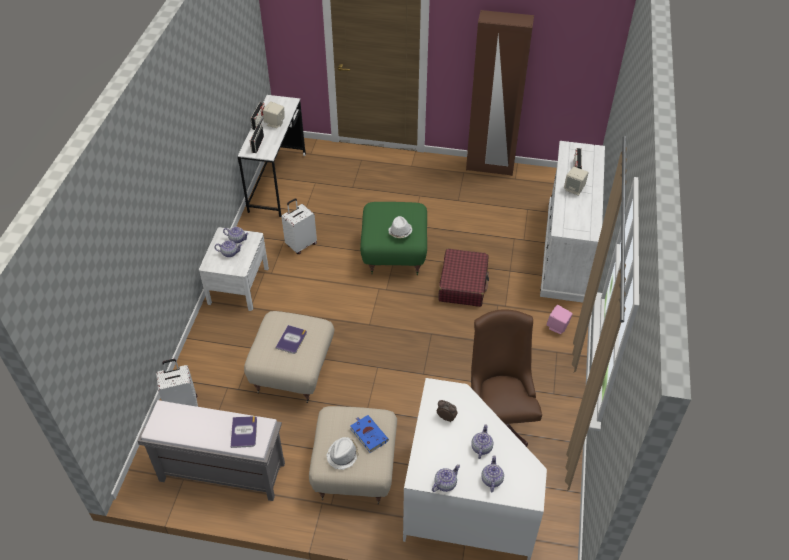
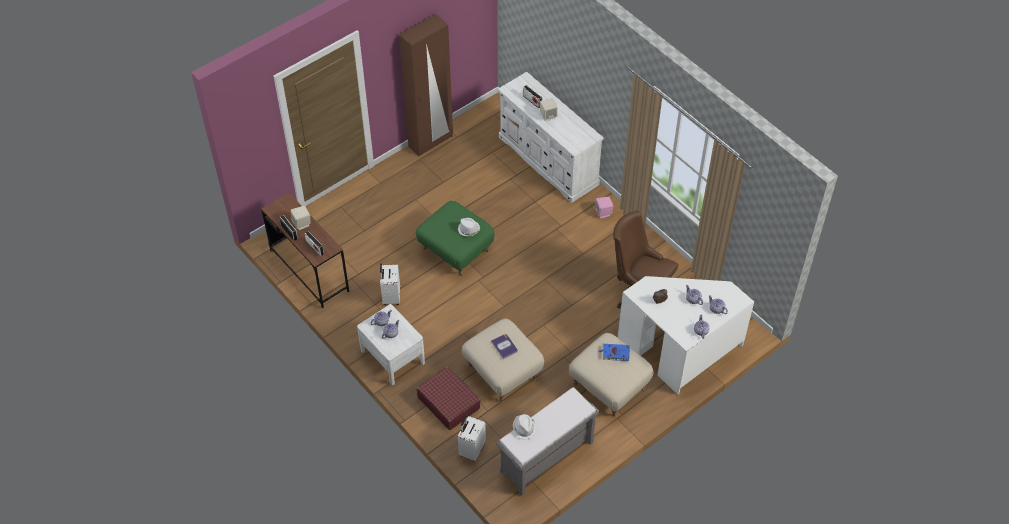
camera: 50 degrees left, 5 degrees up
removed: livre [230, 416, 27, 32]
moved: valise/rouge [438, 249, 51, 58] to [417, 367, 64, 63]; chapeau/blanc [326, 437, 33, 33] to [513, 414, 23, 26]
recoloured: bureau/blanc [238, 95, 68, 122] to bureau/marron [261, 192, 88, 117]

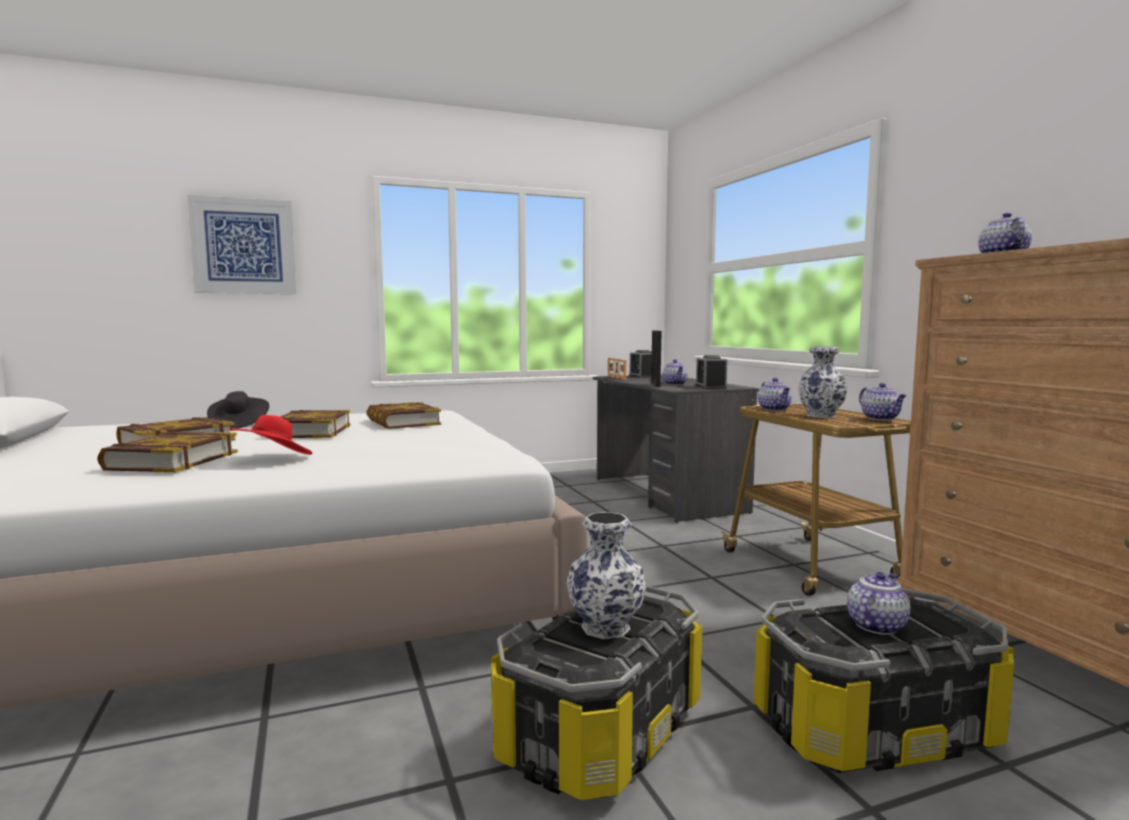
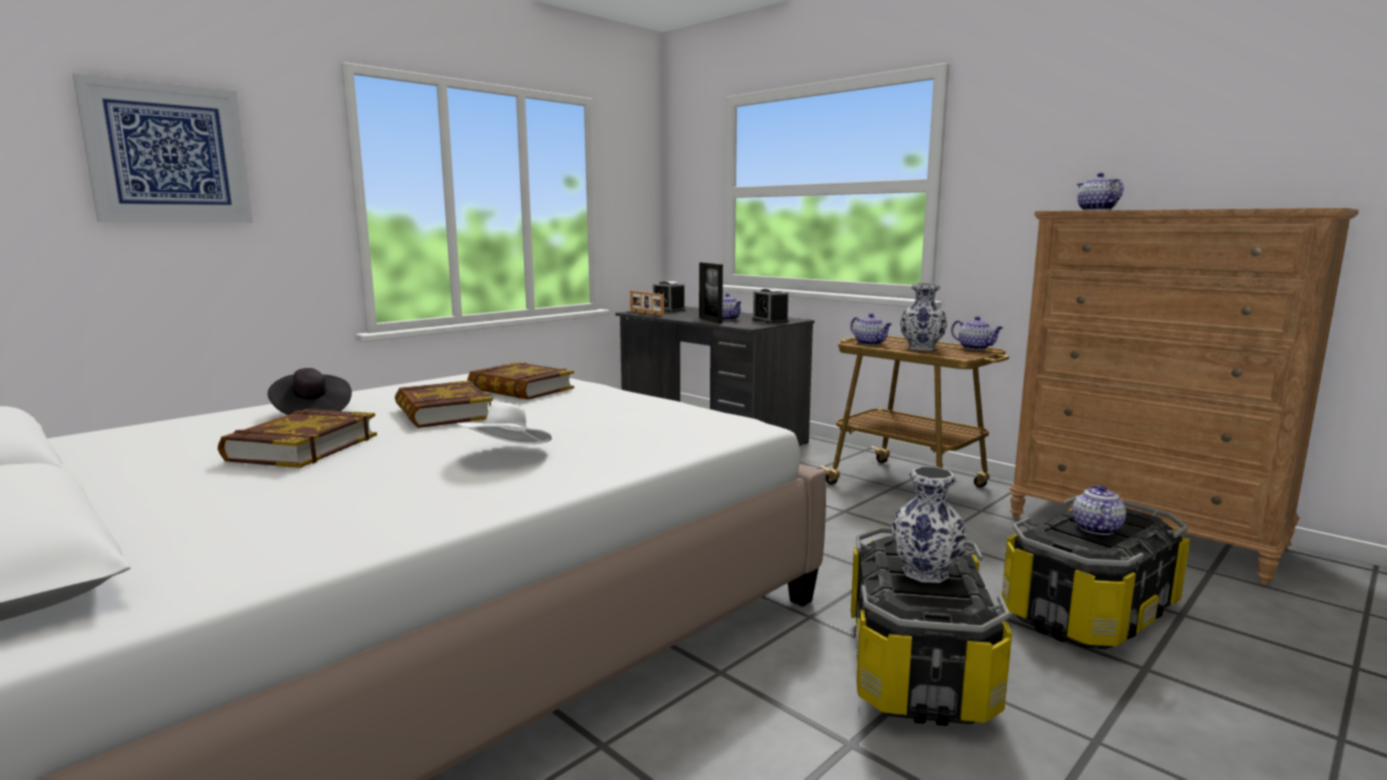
camera: 25 degrees left, 5 degrees up
removed: livre [97, 432, 141, 41]
recoloured: chapeau/rouge [228, 415, 84, 40] to chapeau/blanc [457, 403, 95, 41]

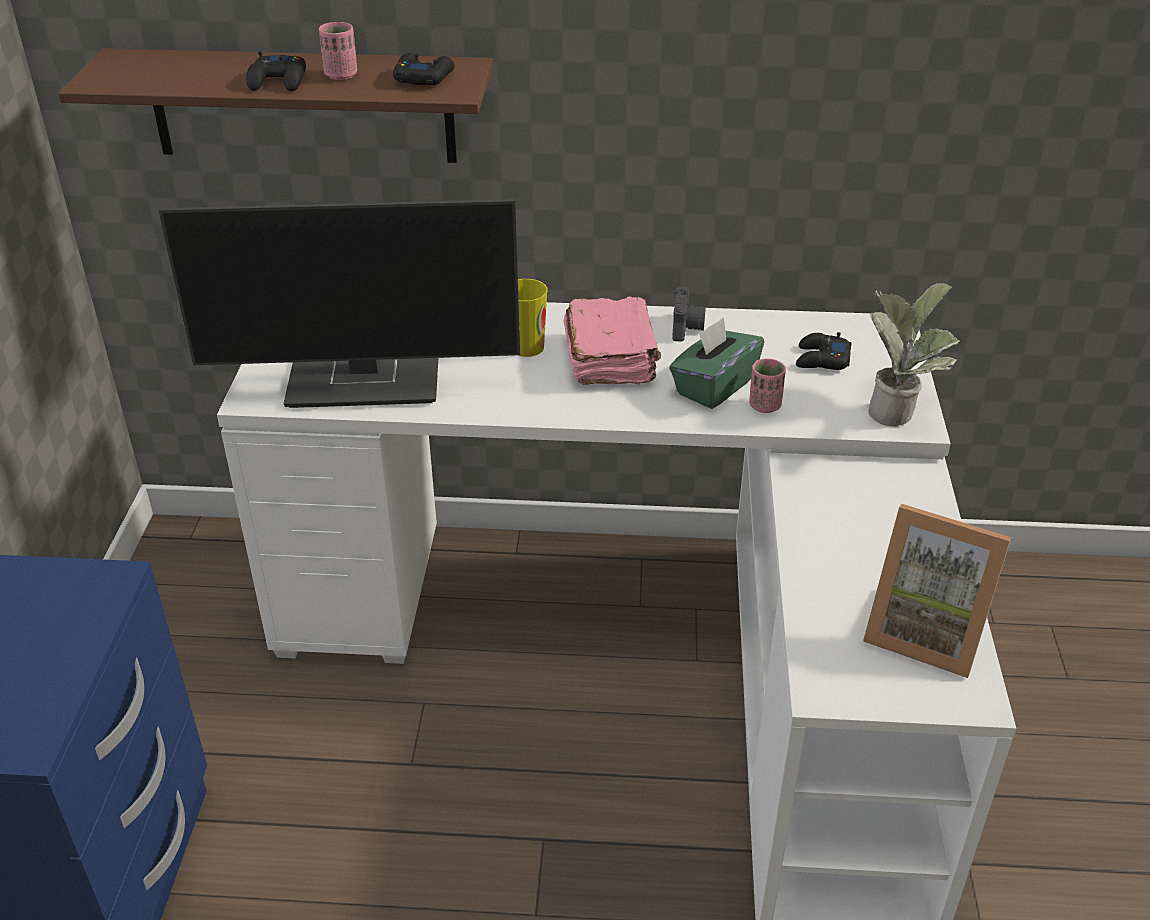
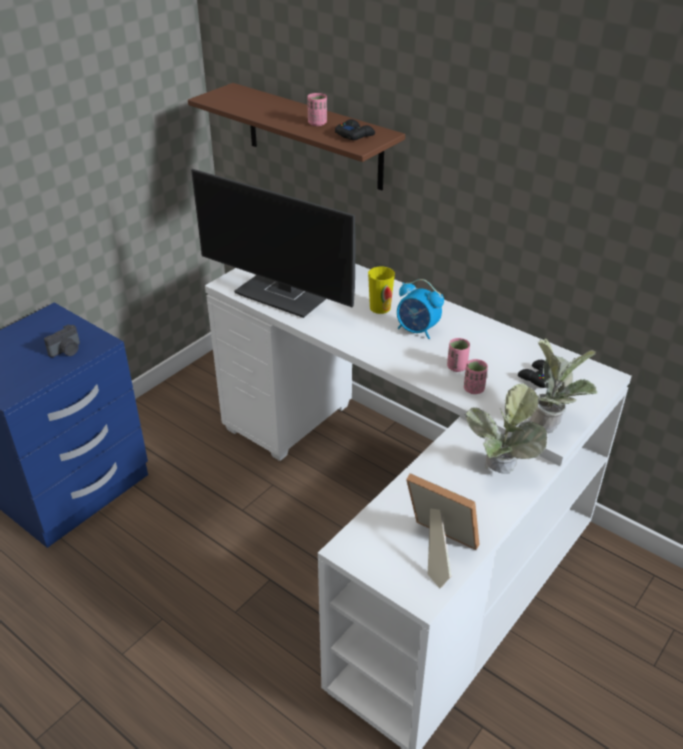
camera: 35 degrees right, 0 degrees up
removed: manette/noir [246, 51, 60, 41]
added: plante en pot [465, 383, 82, 91]
moved: appareil photo [672, 287, 34, 55] to [44, 324, 36, 34]
replaced: livre/rose [563, 296, 98, 89] to réveil [397, 279, 47, 60]; boîte à mouchoirs/vert [669, 317, 95, 92] to tasse/rose [447, 338, 23, 34]
turned: cadre photo [863, 504, 148, 174] = [406, 473, 73, 115] 150 degrees clockwise

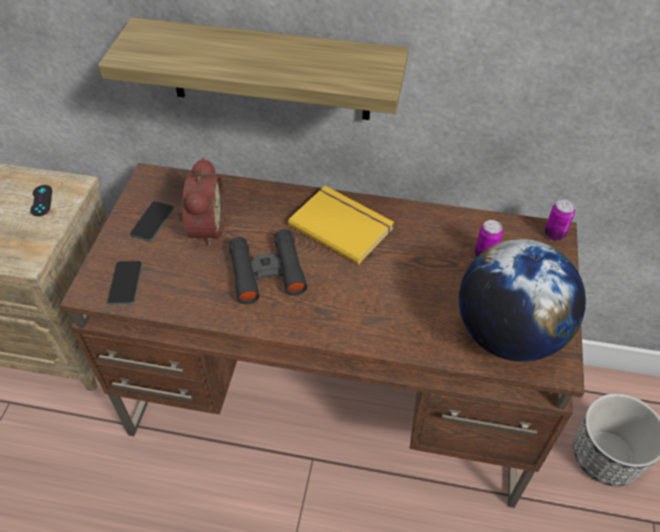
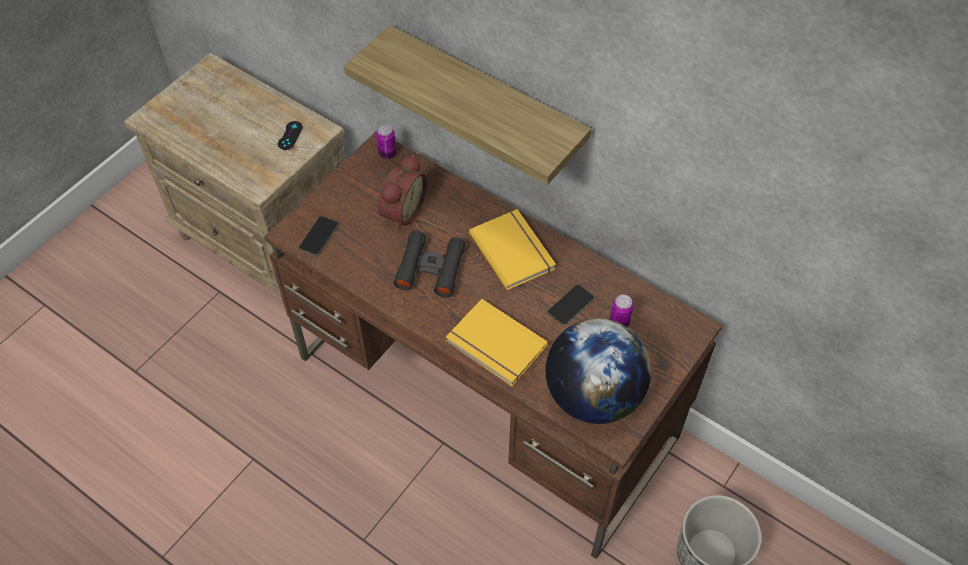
camera: 25 degrees right, 5 degrees up
added: livre/jaune [446, 299, 102, 87]
moved: boîte métallique [545, 199, 30, 41] to [376, 124, 20, 35]; téléphone [130, 201, 44, 40] to [547, 285, 47, 40]

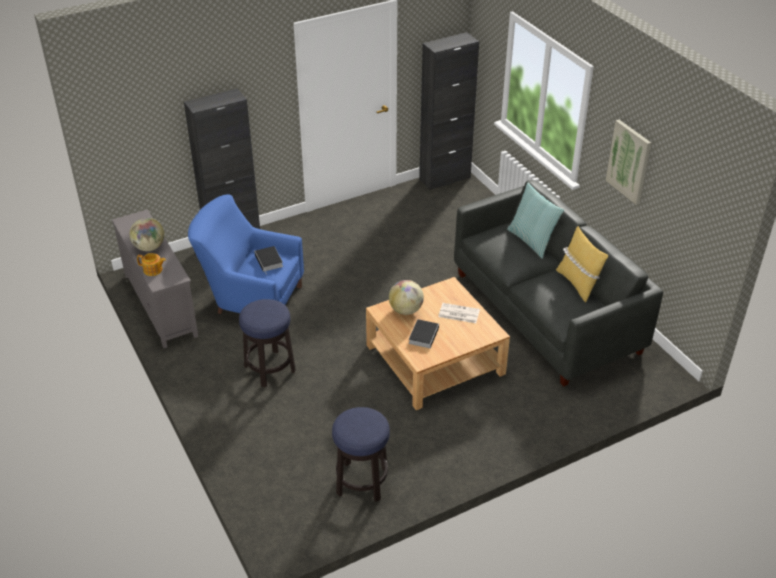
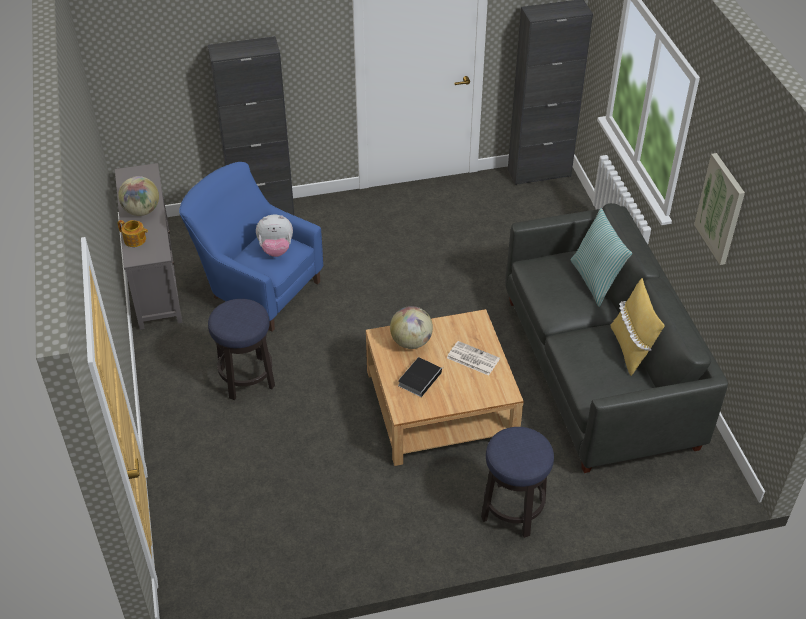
camera: 15 degrees right, 5 degrees up
moved: tabouret [332, 407, 58, 95] to [481, 427, 73, 111]
replaced: livre [254, 246, 29, 28] to peluche [256, 215, 37, 42]

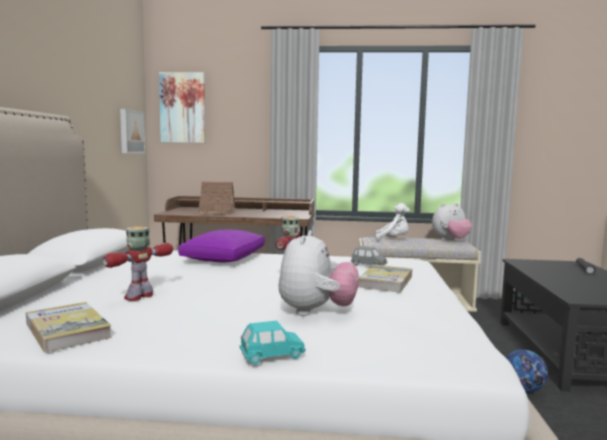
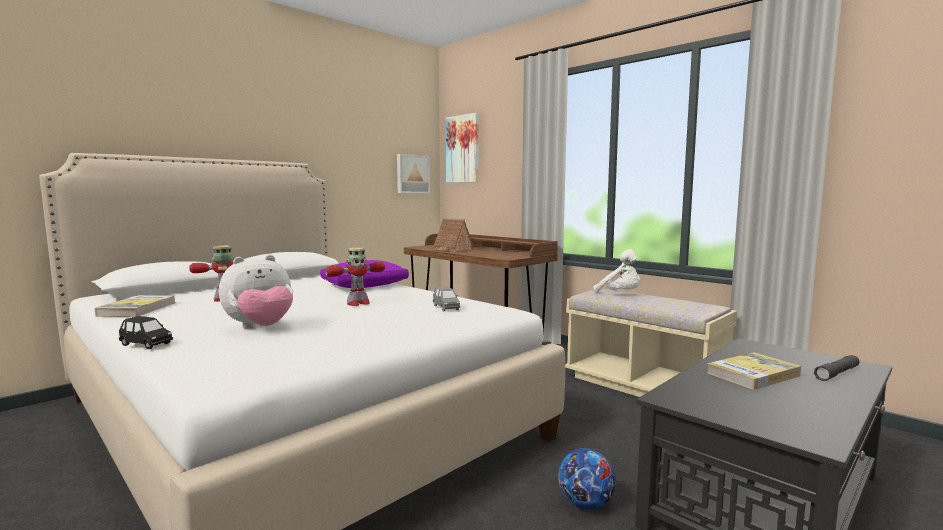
camera: 40 degrees right, 0 degrees up
removed: peluche [432, 203, 40, 37]
moved: livre [358, 265, 54, 28] to [707, 352, 94, 38]
recoloured: petite voiture/turquoise [239, 321, 67, 44] to petite voiture/noir [119, 316, 54, 33]

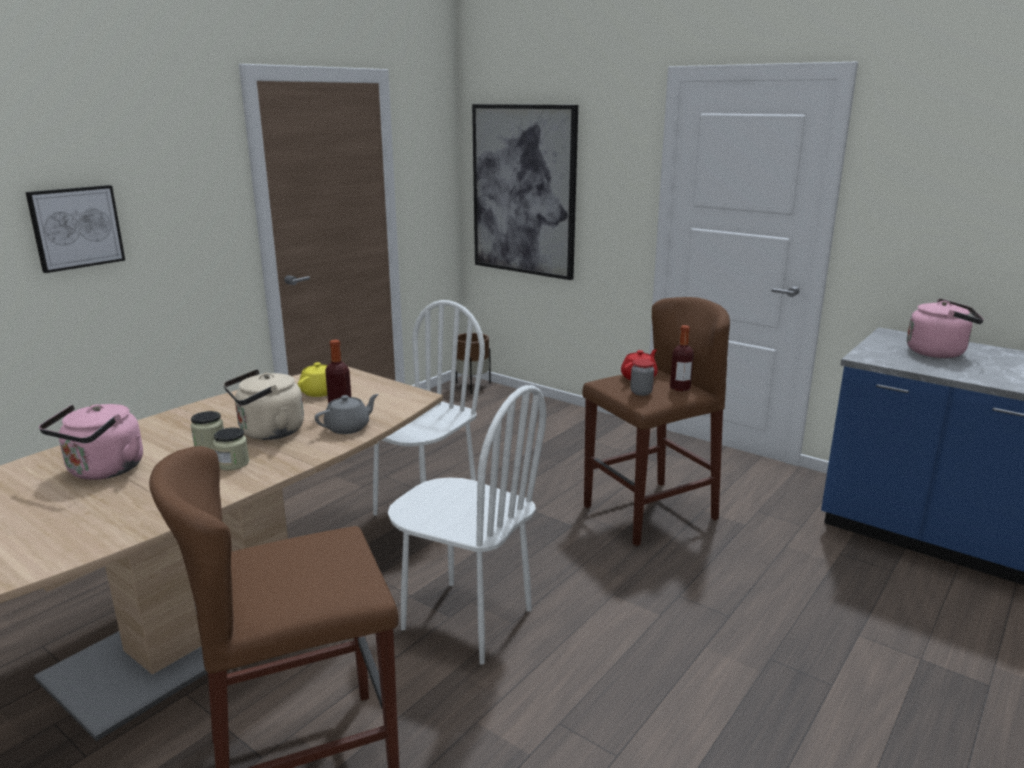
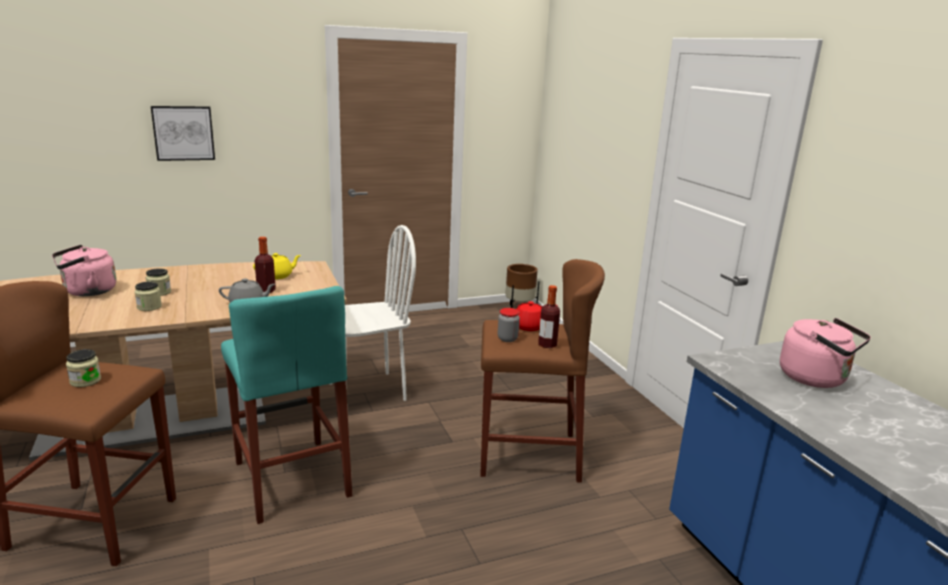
camera: 30 degrees right, 0 degrees up
removed: tableau [472, 104, 106, 176]; bouilloire/beige [223, 369, 81, 71]
added: bocal [66, 349, 35, 38]
replaced: chaise/blanc [388, 385, 158, 280] to tabouret/turquoise [221, 286, 131, 238]

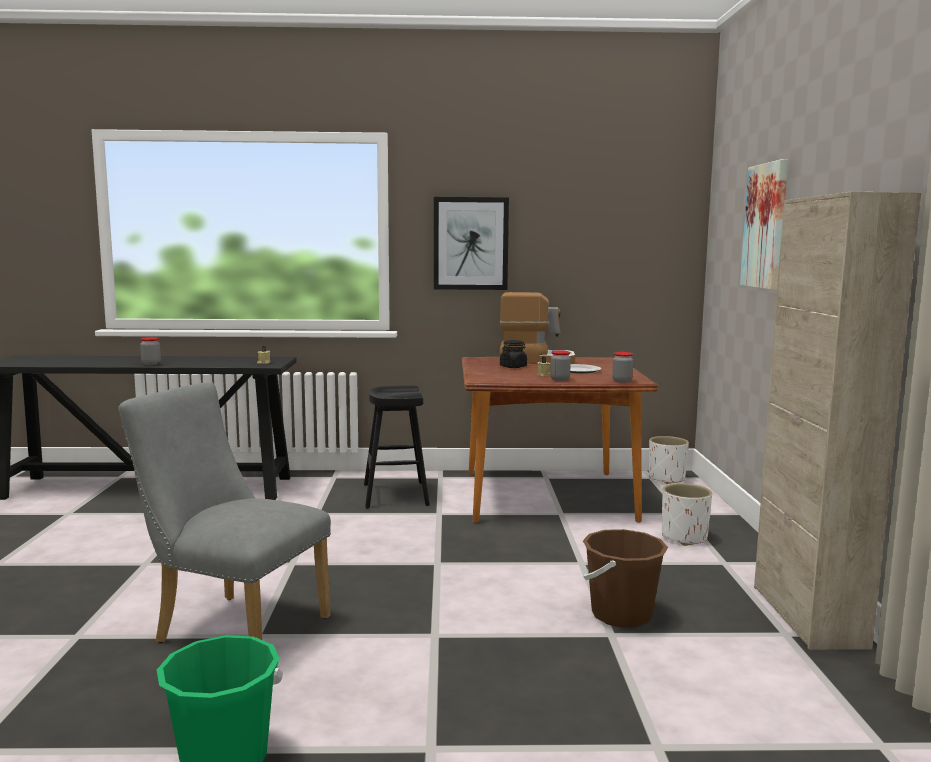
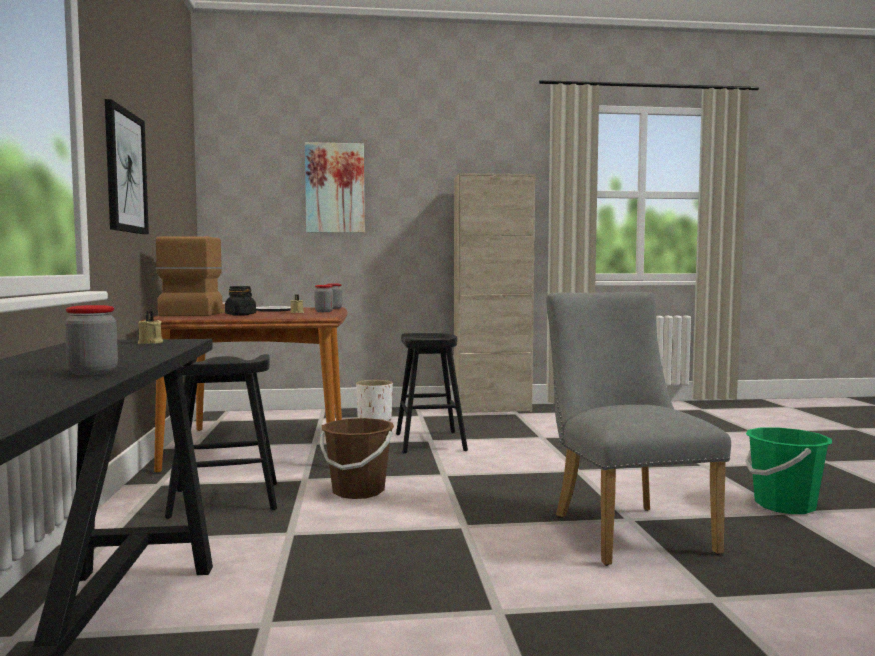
camera: 95 degrees left, 5 degrees down
removed: cache-pot/blanc [649, 436, 40, 48]
added: tabouret/noir [396, 333, 72, 121]
moved: seau/marron [583, 529, 85, 99] to [320, 418, 74, 81]
turned: chaise/gris [118, 382, 213, 261] = [547, 292, 184, 274] 150 degrees clockwise

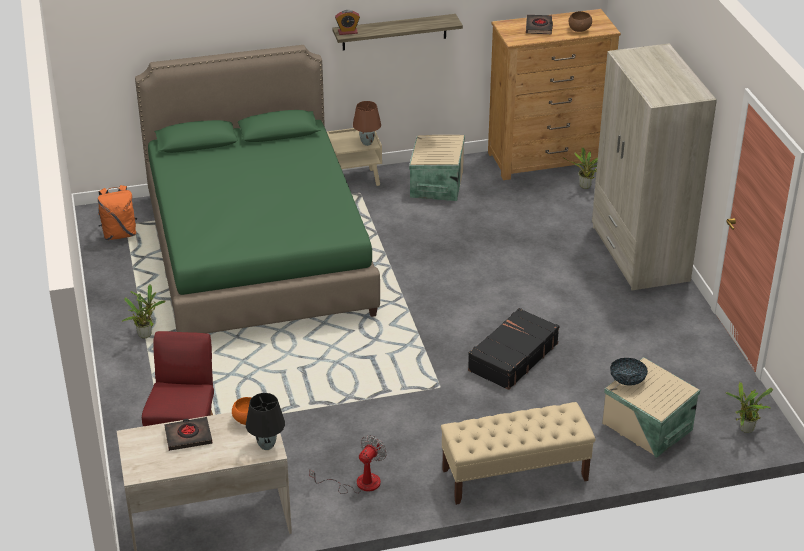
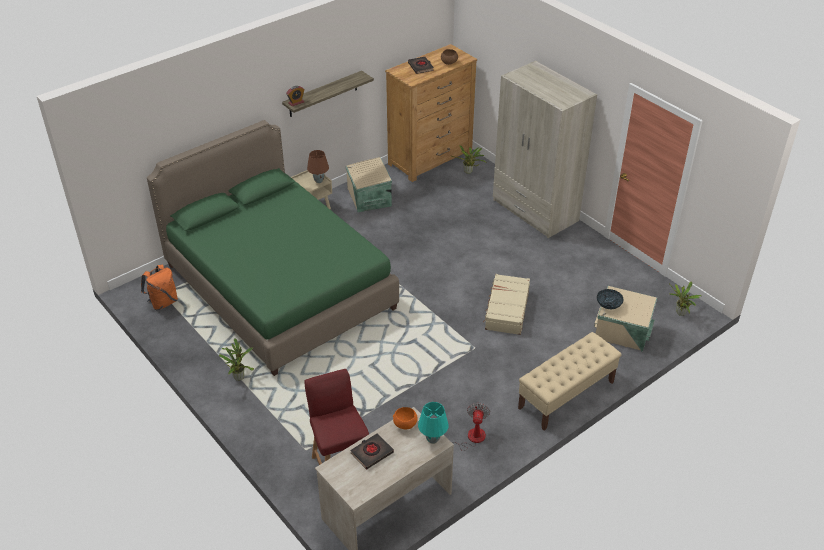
camera: 25 degrees left, 5 degrees up
recoloured: valise/noir [468, 308, 92, 82] to valise/beige [483, 274, 47, 61]; lampe de table/noir [246, 393, 39, 57] to lampe de table/turquoise [418, 402, 31, 42]

